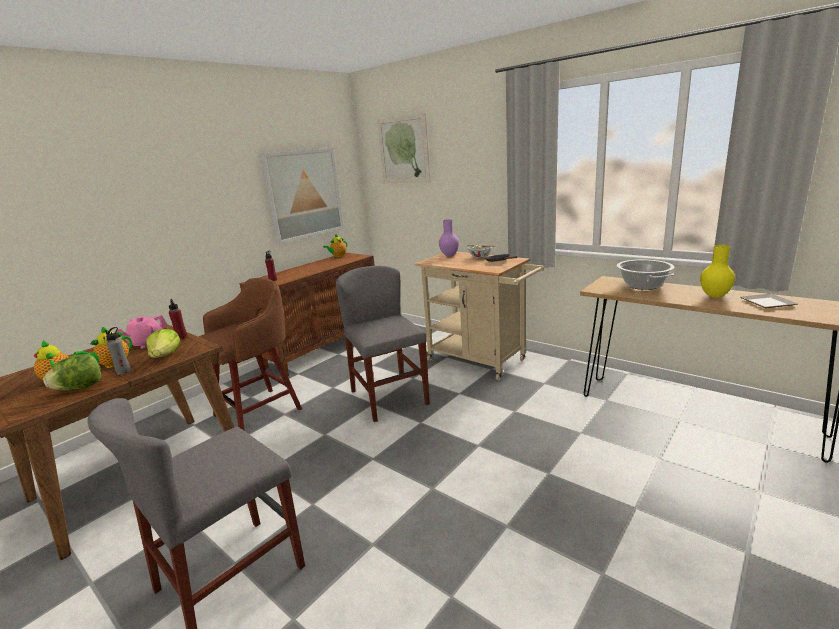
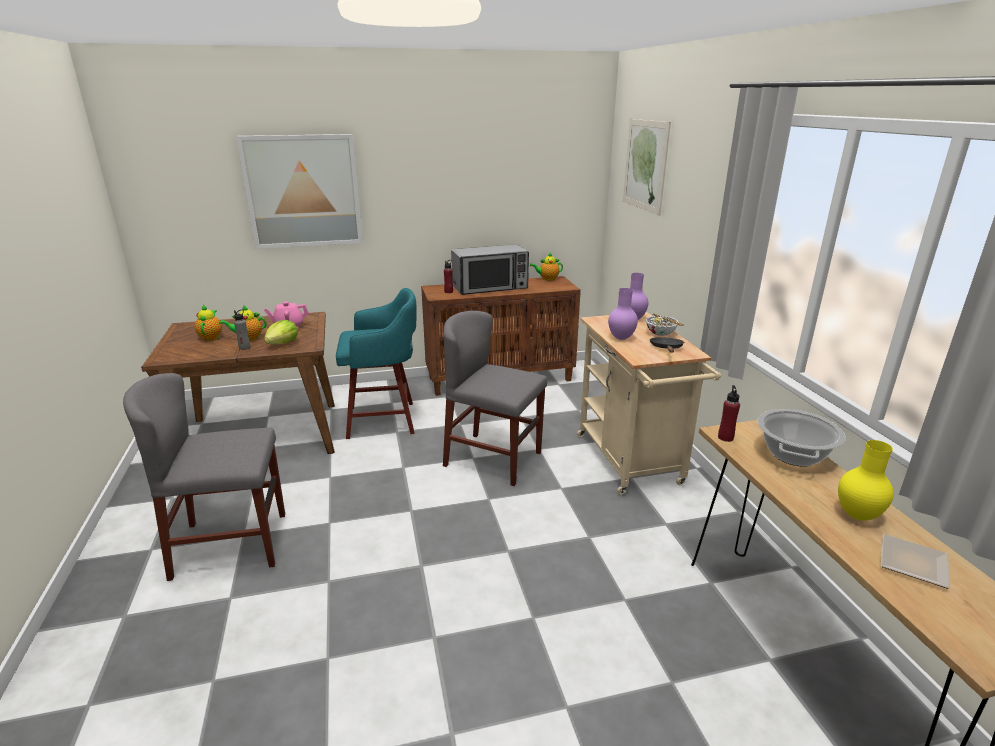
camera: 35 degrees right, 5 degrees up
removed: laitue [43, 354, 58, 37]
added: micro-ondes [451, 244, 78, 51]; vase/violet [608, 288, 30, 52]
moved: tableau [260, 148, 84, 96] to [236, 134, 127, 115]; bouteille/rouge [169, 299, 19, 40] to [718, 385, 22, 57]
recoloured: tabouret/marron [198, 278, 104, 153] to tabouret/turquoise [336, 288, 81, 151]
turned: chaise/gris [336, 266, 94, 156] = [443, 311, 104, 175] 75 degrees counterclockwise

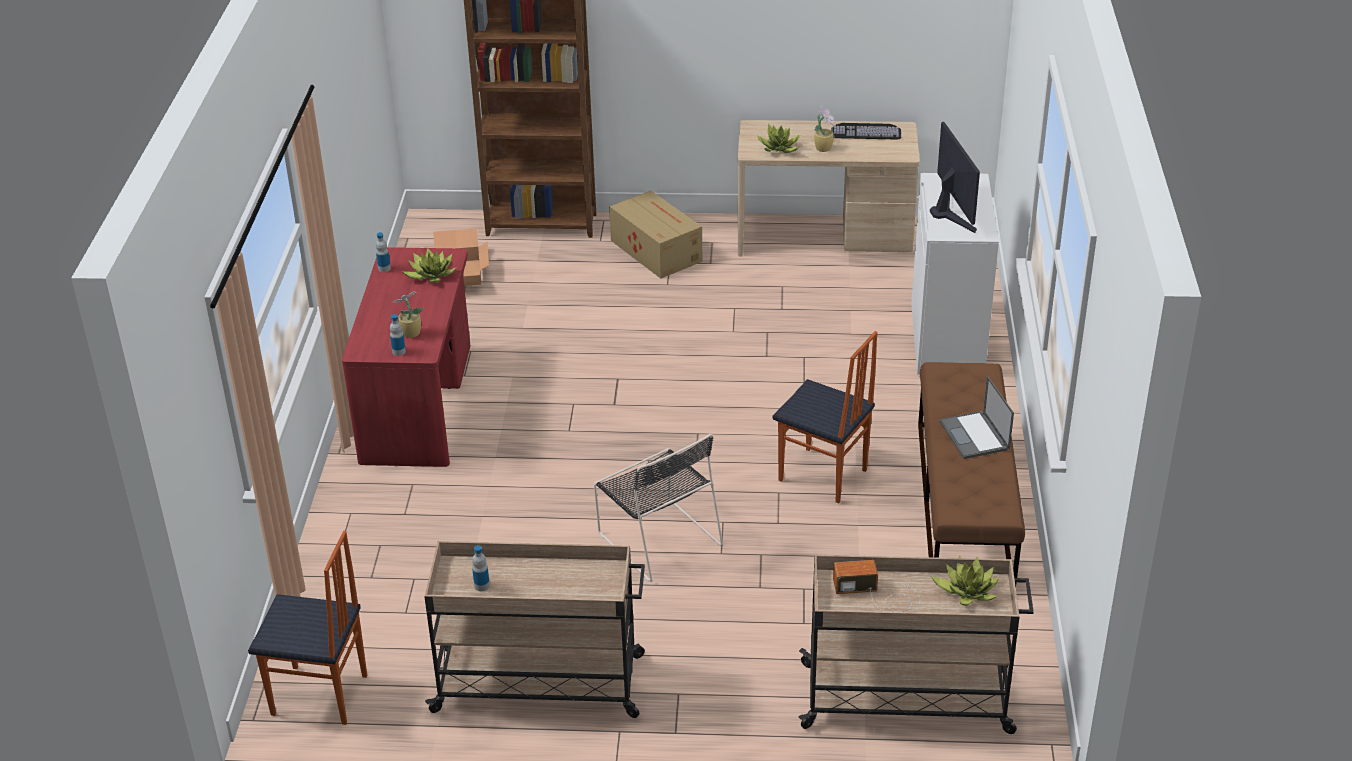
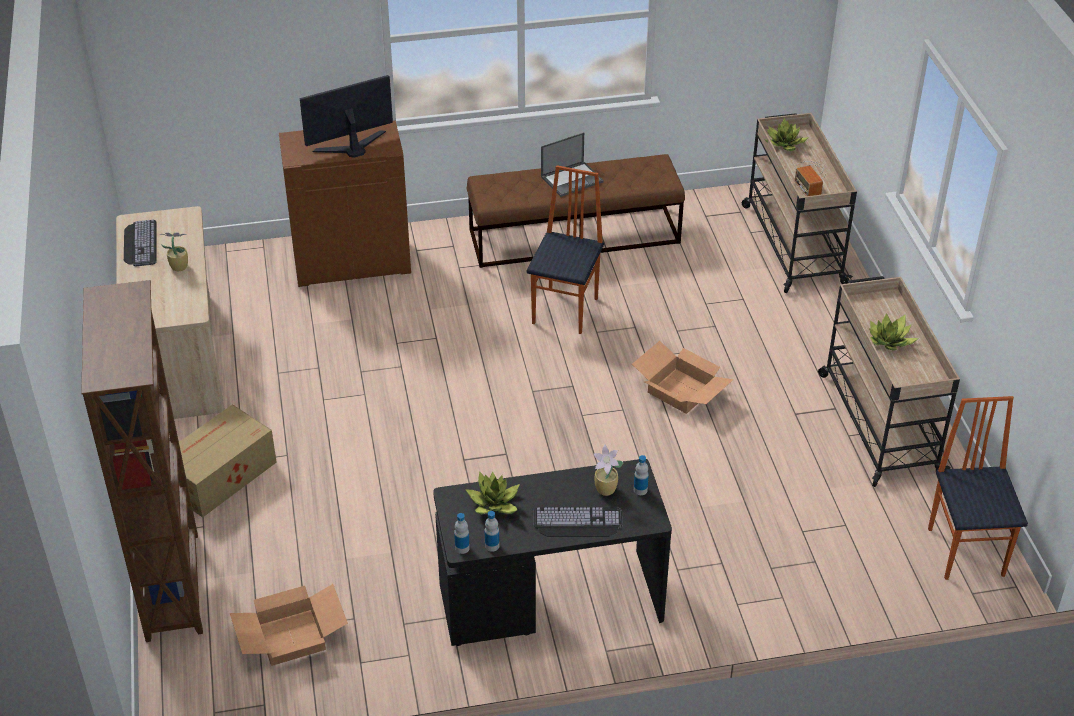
camera: 105 degrees left, 5 degrees up
added: clavier [534, 507, 89, 30]
moved: plante en pot [757, 123, 43, 30] to [865, 313, 54, 38]; bouteille [472, 545, 18, 46] to [454, 513, 16, 41]
replaced: chaise/noir [594, 434, 129, 148] to carton [632, 341, 102, 73]
recoloured: meuble de rangement/blanc [911, 173, 88, 205] to meuble de rangement/marron [279, 120, 132, 167]; bureau/rouge [342, 247, 128, 220] to bureau/noir [433, 459, 239, 187]

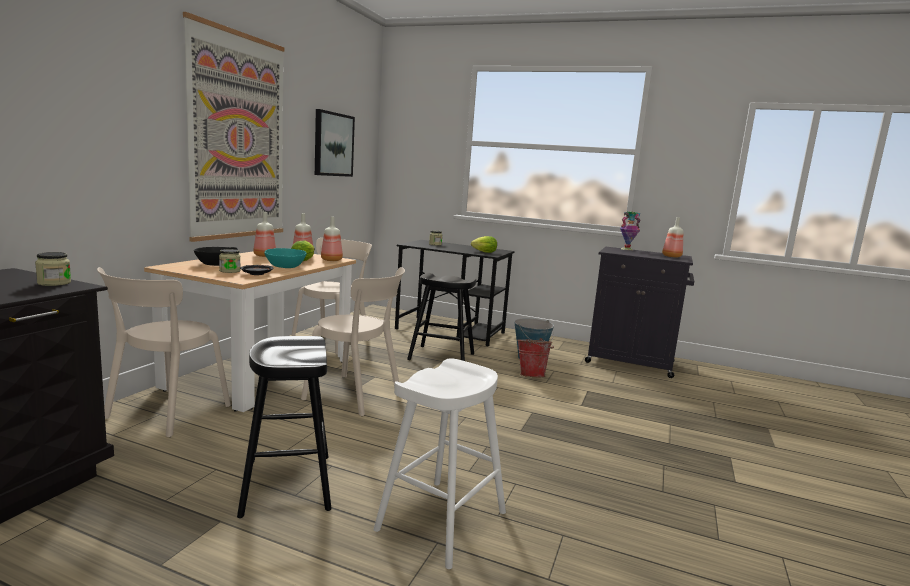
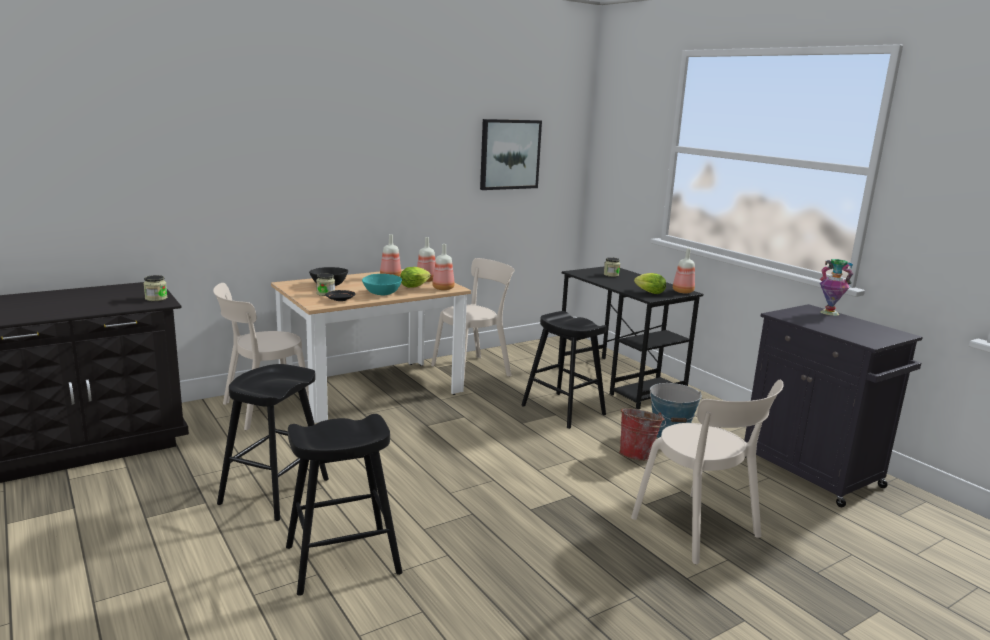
camera: 35 degrees right, 5 degrees up
removed: tableau [183, 12, 101, 230]
moved: bouteille [662, 217, 21, 41] to [673, 248, 22, 45]; chaise/beige [301, 267, 104, 149] to [631, 380, 153, 184]
recoloured: tabouret/blanc [374, 358, 132, 211] to tabouret/noir [286, 414, 117, 182]

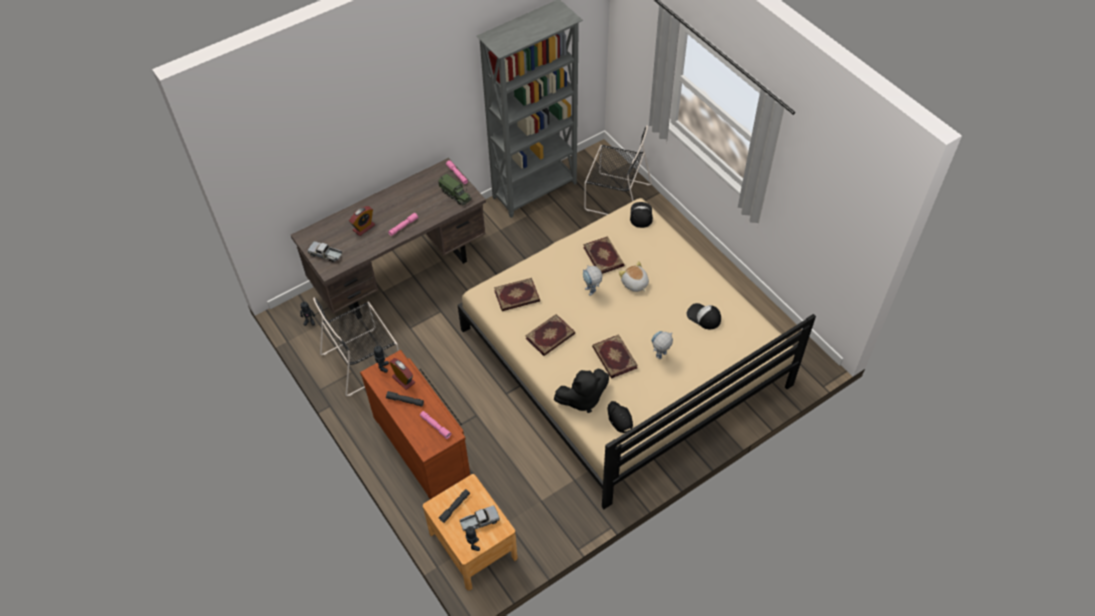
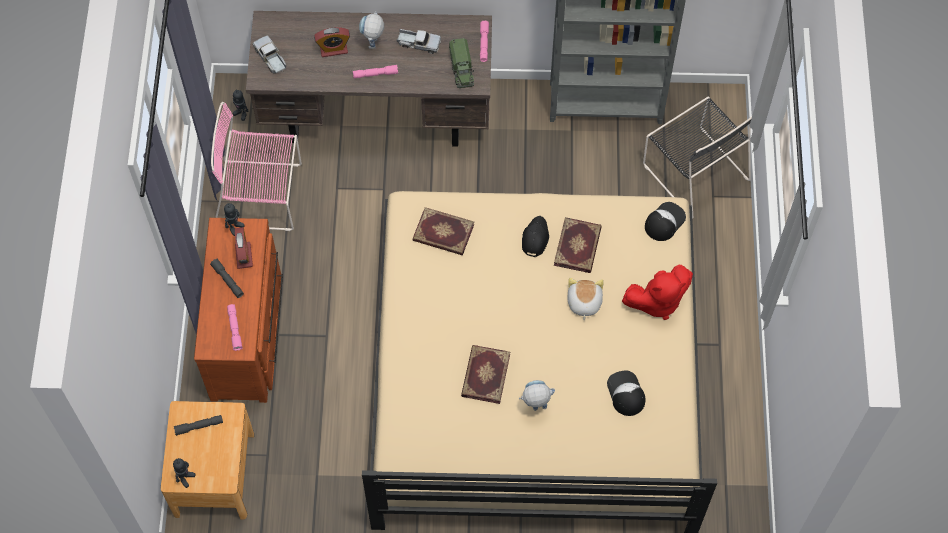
camera: 35 degrees right, 10 degrees up
removed: livre [525, 314, 50, 42]; peluche/noir [554, 369, 55, 44]
added: peluche/rouge [622, 265, 71, 55]
moved: robot jouet [583, 265, 19, 31] to [359, 11, 25, 38]; casquette/noir [608, 401, 25, 32] to [522, 216, 27, 41]; camion jouet [460, 505, 40, 26] to [396, 29, 45, 25]
recoloured: chaise/noir [313, 297, 86, 99] to chaise/rose [211, 102, 91, 129]

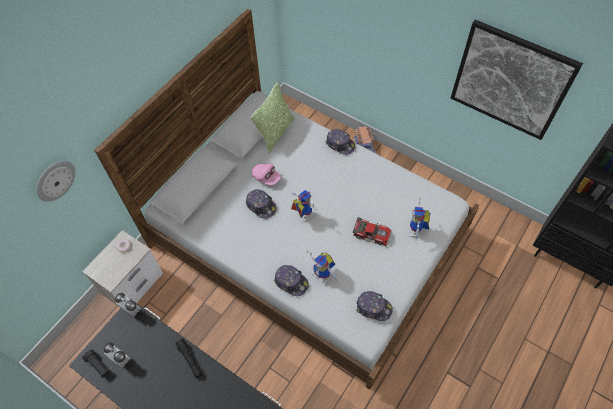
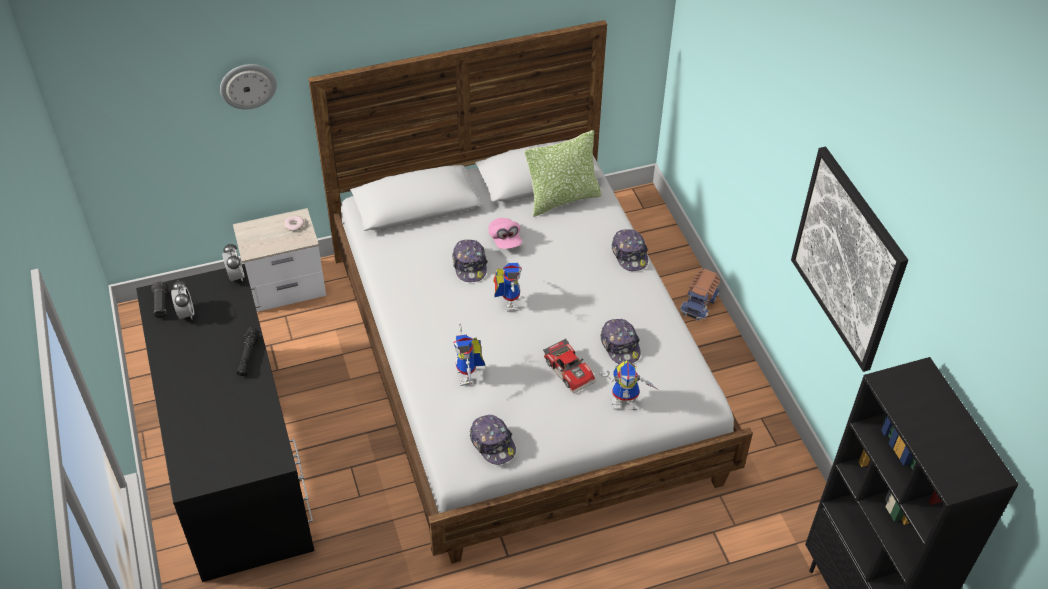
camera: 35 degrees right, 10 degrees down
moved: casquette [274, 265, 35, 31] to [600, 319, 41, 45]
turned: robot jouet [409, 198, 22, 41] = [599, 360, 59, 50] 135 degrees counterclockwise

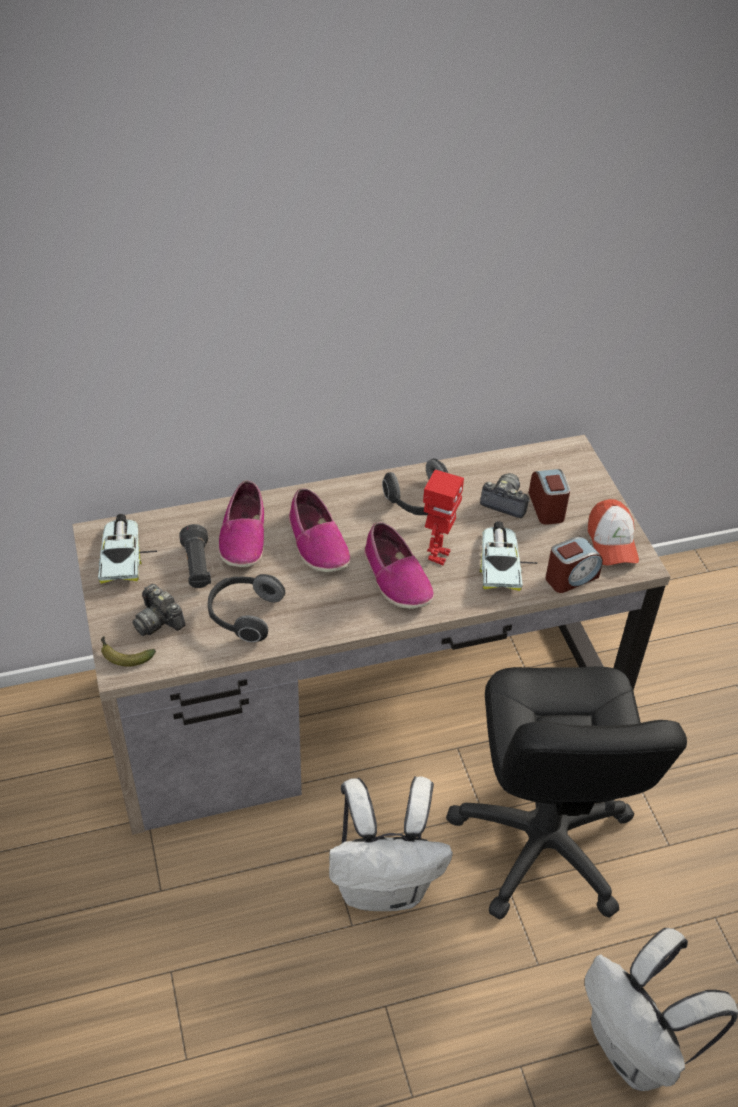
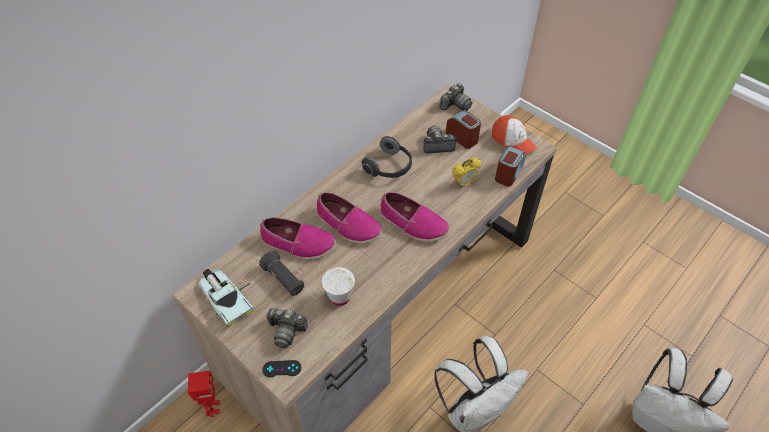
camera: 30 degrees left, 5 degrees up
removed: chaise de bureau/noir [446, 667, 241, 253]
added: appareil photo [439, 83, 33, 28]
moved: robot jouet [423, 470, 41, 95] to [188, 371, 32, 46]
replaced: petite voiture [480, 521, 57, 70] to réveil [452, 158, 29, 30]; casque audio [208, 574, 77, 68] to tasse/blanc [322, 267, 33, 39]; banane [101, 636, 55, 31] to manette/noir [262, 360, 40, 17]
turned: chaussure [218, 481, 46, 86] = [260, 217, 76, 42] 45 degrees counterclockwise

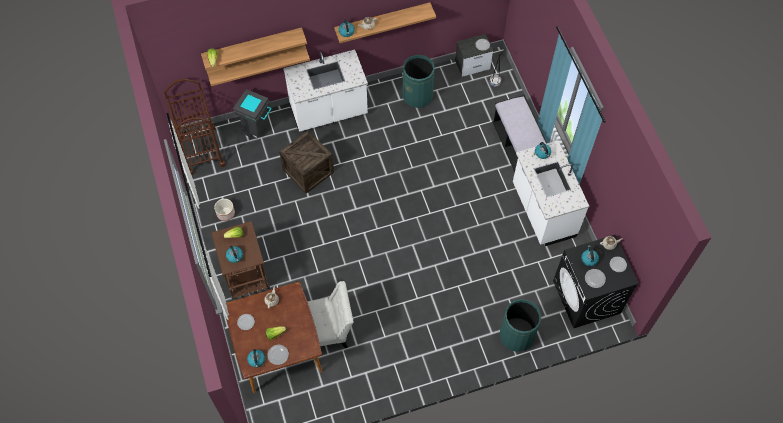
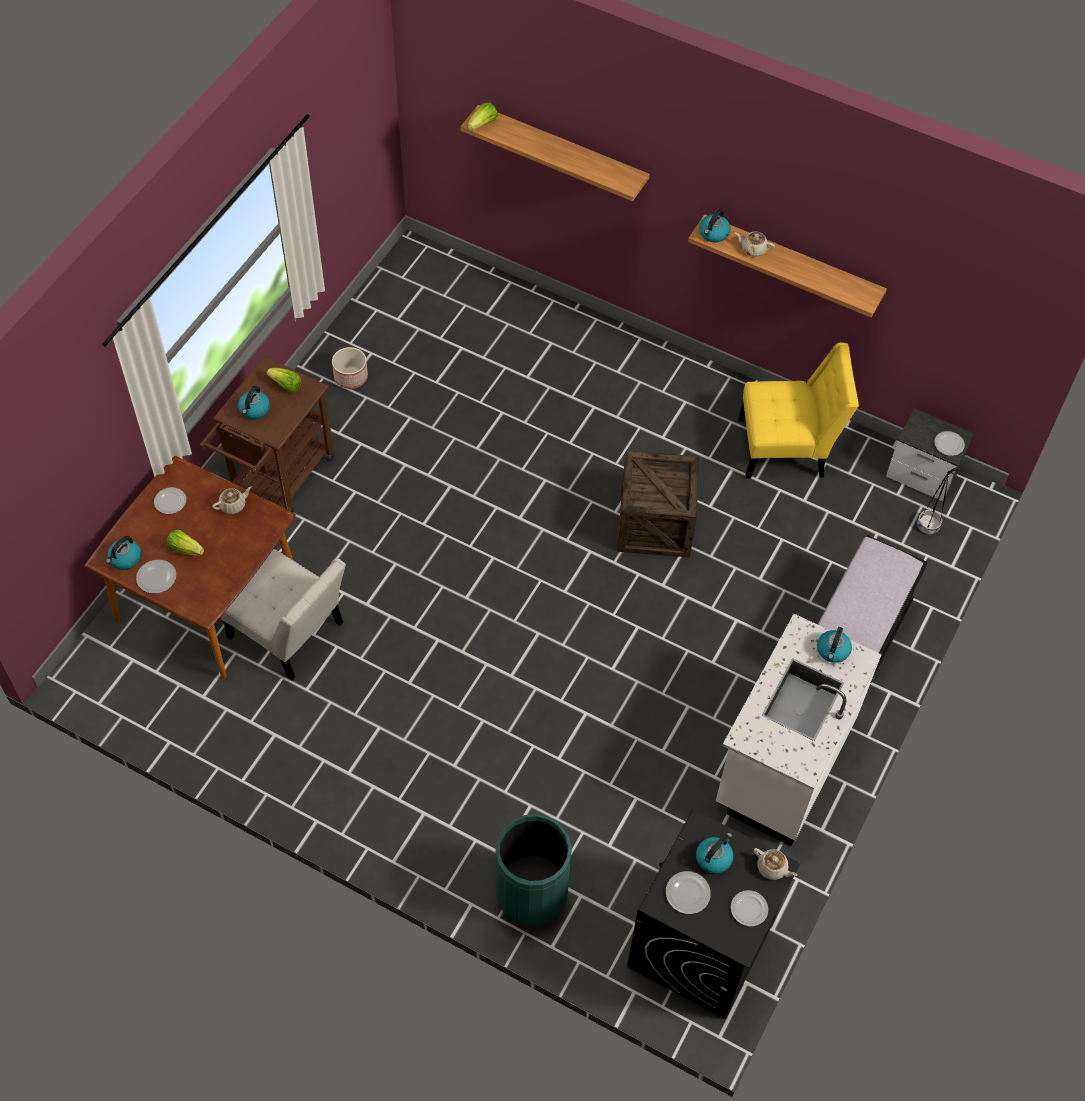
camera: 45 degrees right, 5 degrees down
removed: étagère [207, 45, 103, 41]; comptoir de cuisine/blanc [283, 49, 85, 83]; chariot/marron [164, 79, 62, 96]; poubelle/gris [233, 89, 39, 50]
moved: caisse [279, 130, 55, 64] to [617, 451, 82, 106]
replaced: poubelle/vert [402, 55, 33, 53] to chaise/jaune [738, 342, 121, 137]

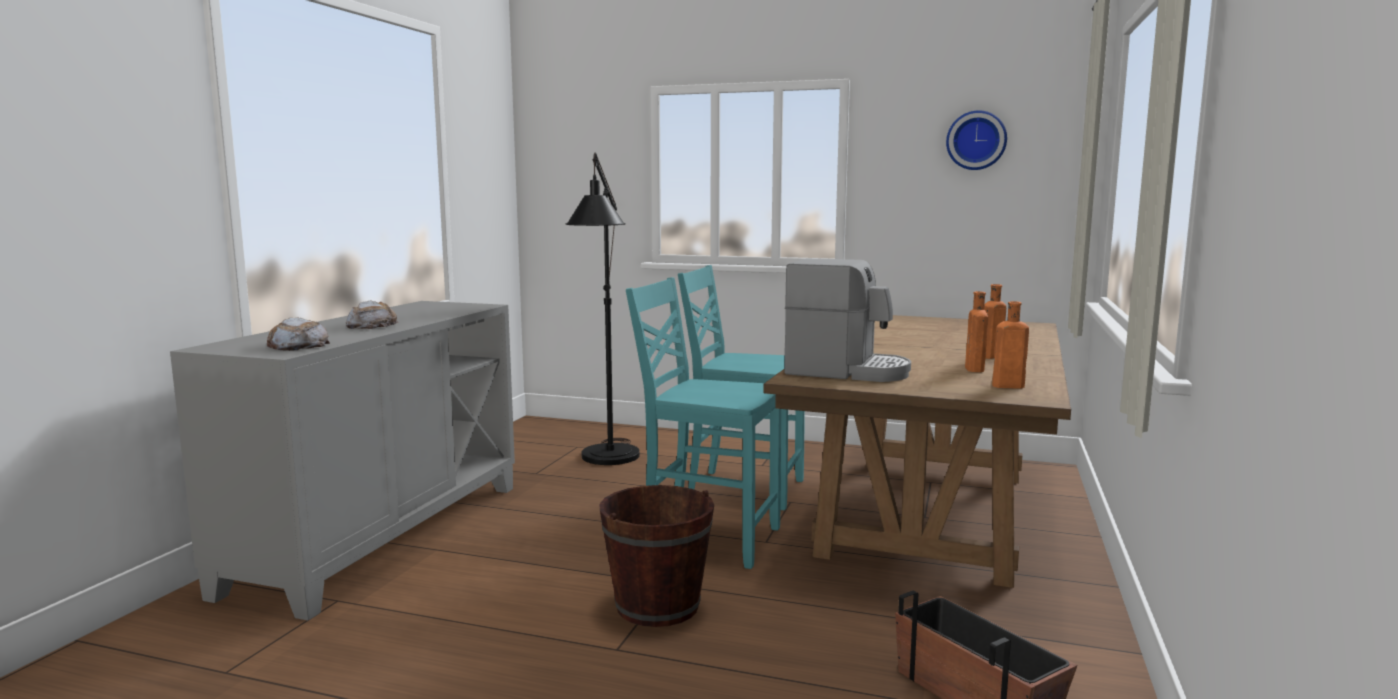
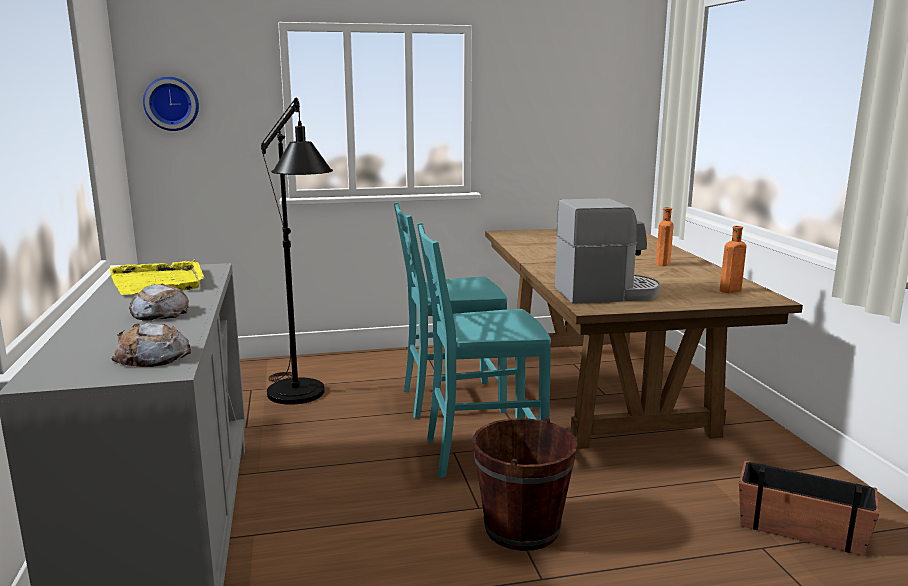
camera: 30 degrees left, 5 degrees up
removed: bouteille/orange [965, 291, 23, 81]
added: plateau/jaune [110, 259, 95, 36]
moved: horloge murale [946, 110, 61, 60] to [143, 77, 56, 54]

